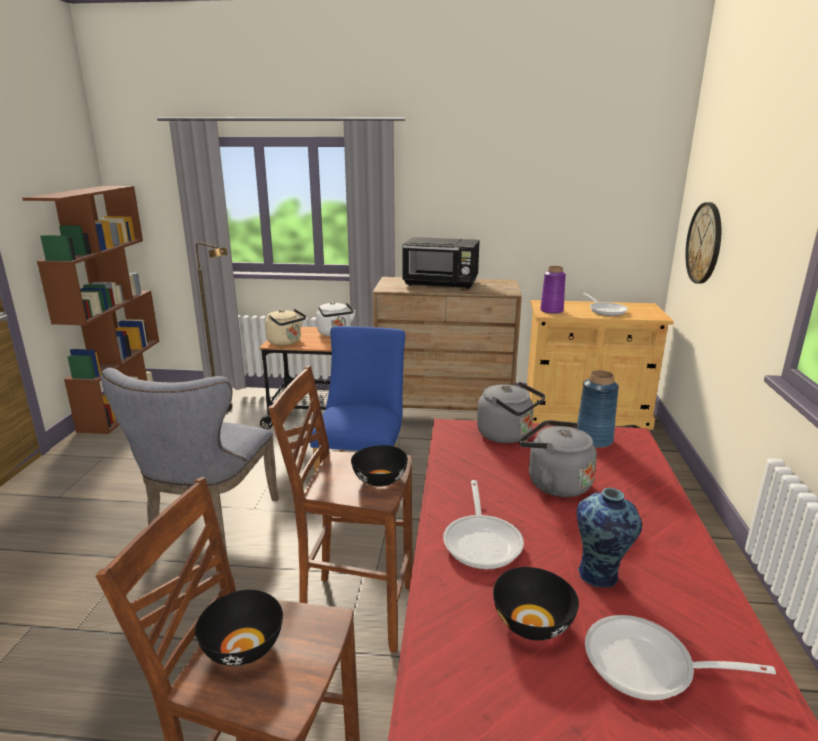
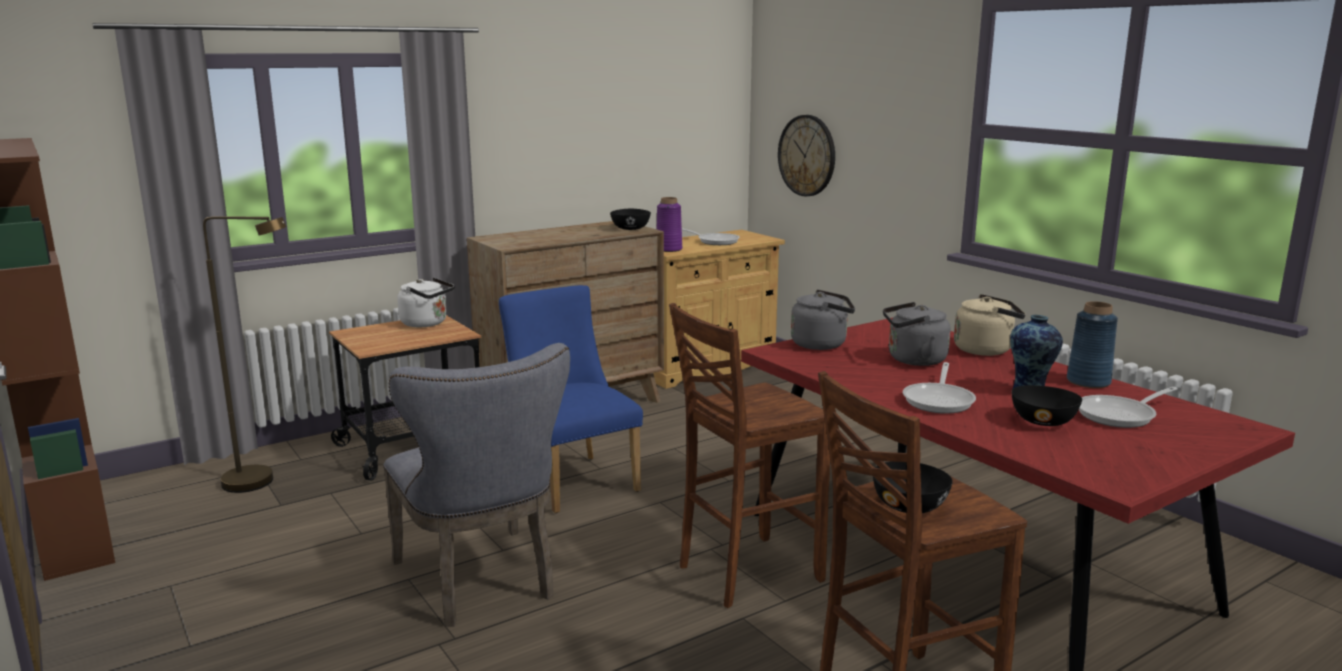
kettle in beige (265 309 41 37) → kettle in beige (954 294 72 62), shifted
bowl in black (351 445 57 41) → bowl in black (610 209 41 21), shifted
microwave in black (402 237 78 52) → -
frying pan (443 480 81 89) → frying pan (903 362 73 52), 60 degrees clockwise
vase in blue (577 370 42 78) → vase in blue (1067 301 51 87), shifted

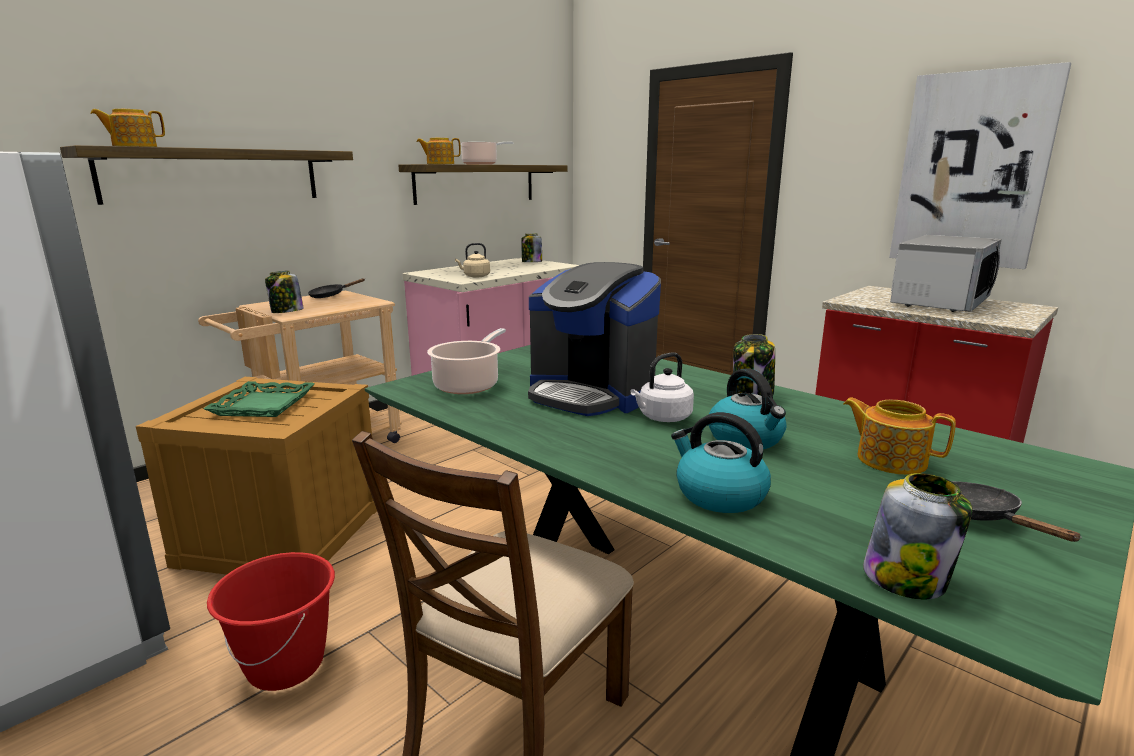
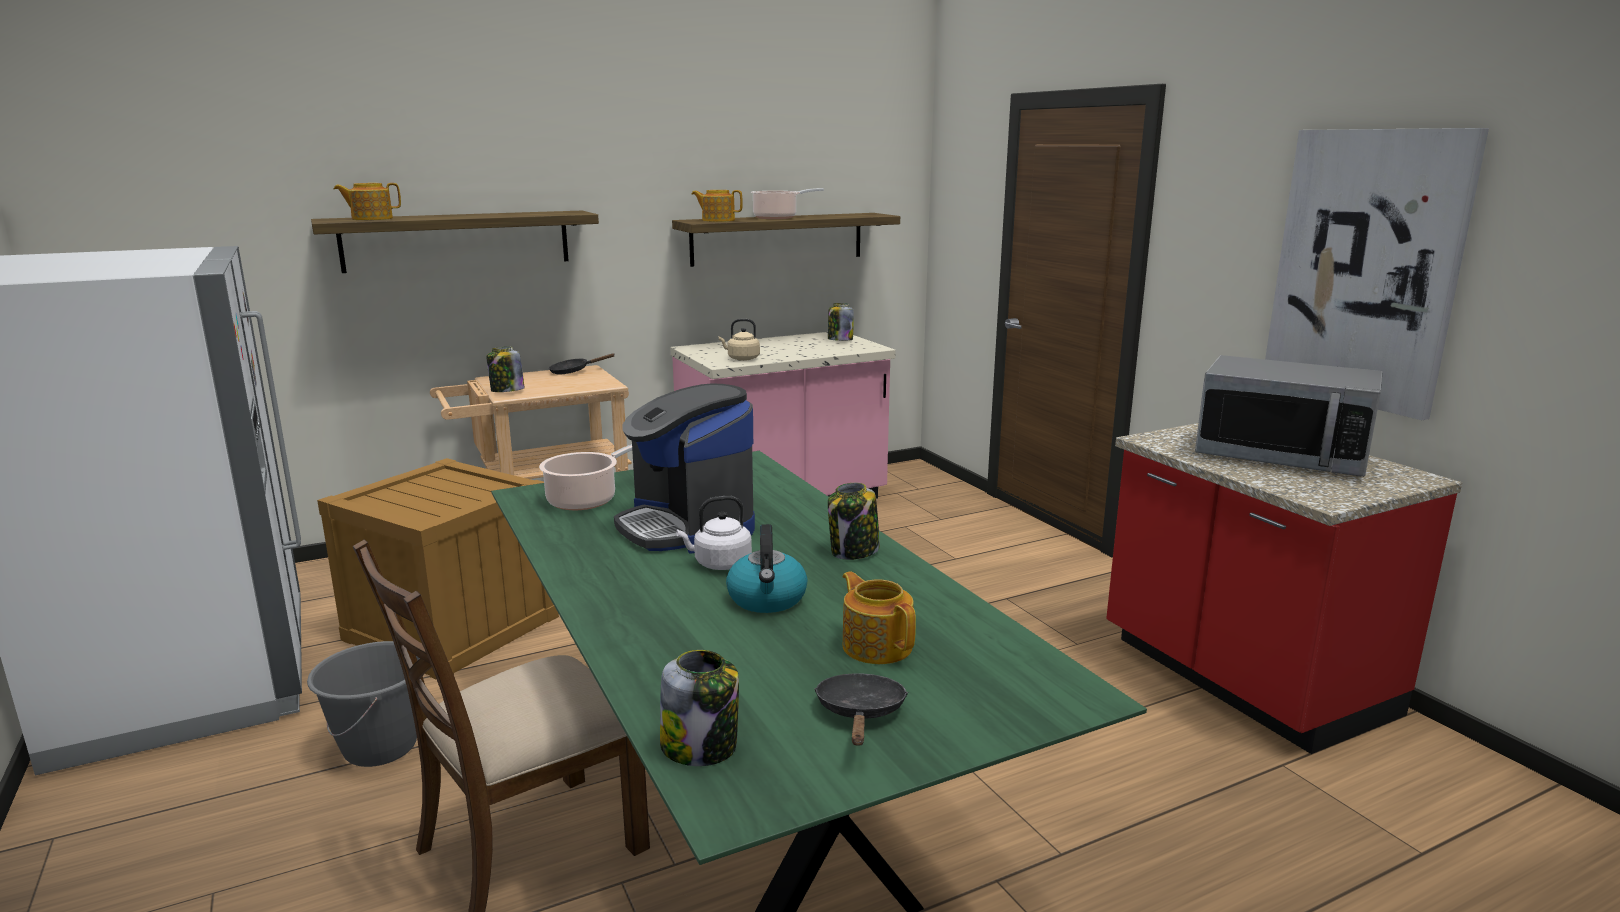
tray in green (204 381 111 36) → -
bucket in red (207 552 128 139) → bucket in grey (307 641 113 126)
kettle (671 412 100 101) → -
microwave (890 235 112 77) → microwave (1195 355 187 122), 60 degrees clockwise

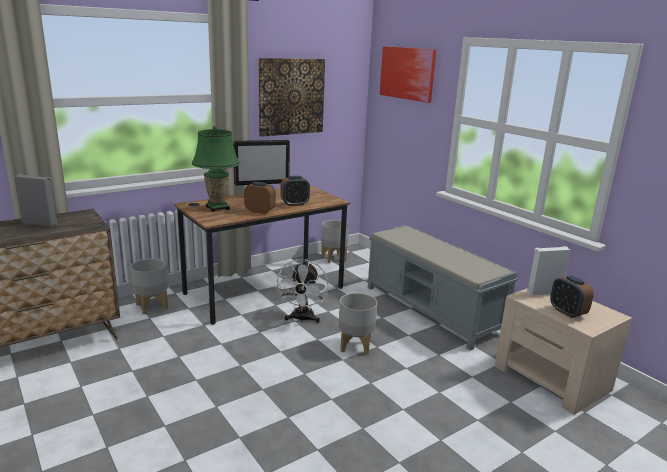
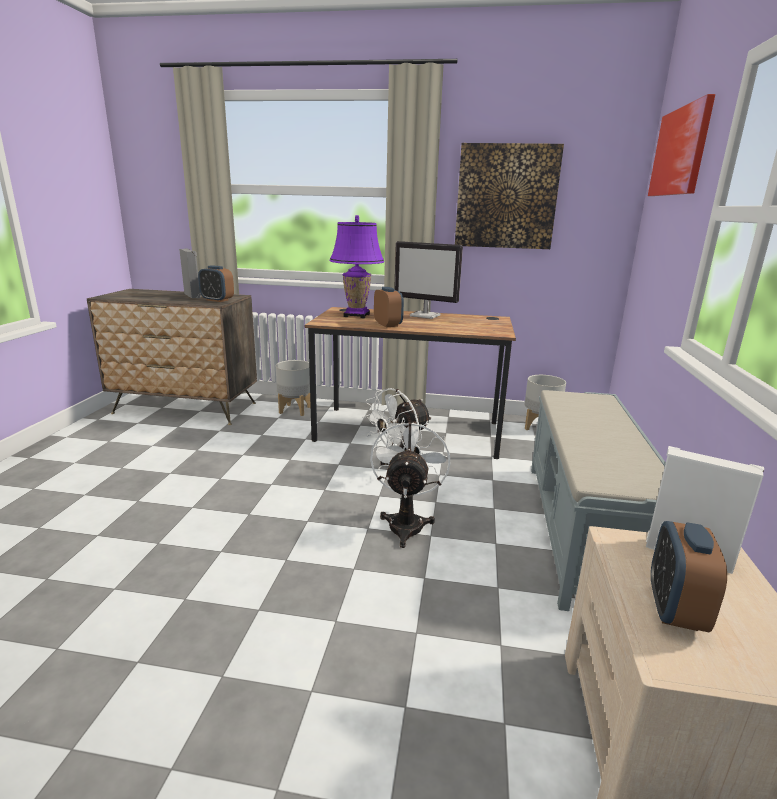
table lamp in green (192 126 48 86) → table lamp in purple (329 215 55 103)
alarm clock (281 176 29 30) → alarm clock (198 265 36 37), shifted
planter in grey (338 293 39 62) → fan in white (370 417 80 131)

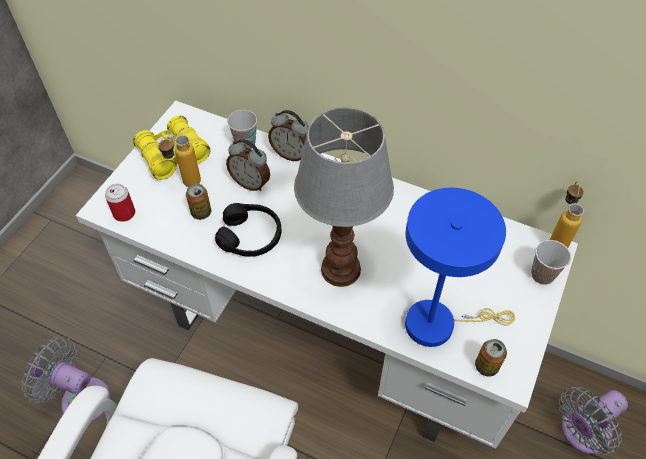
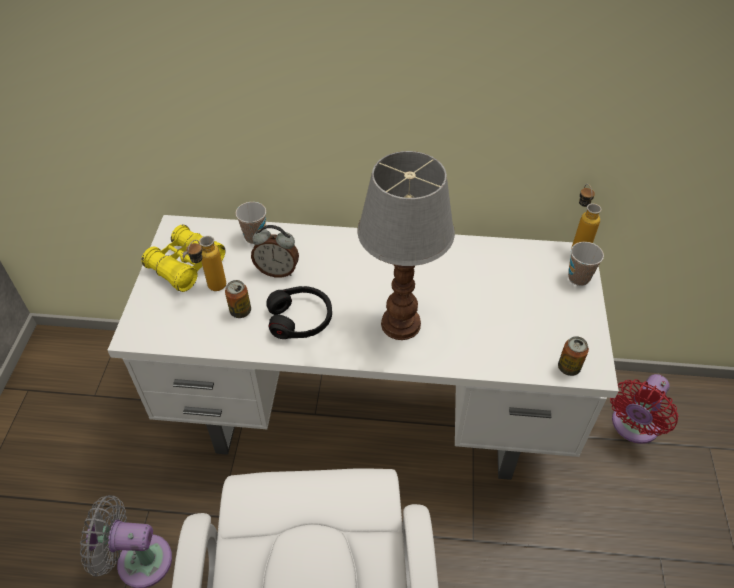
can (105 184 30 38) → -
alarm clock (268 110 41 51) → -
table lamp in blue (405 188 110 159) → -
fan in grey (559 387 69 68) → fan in red (610 374 68 70)

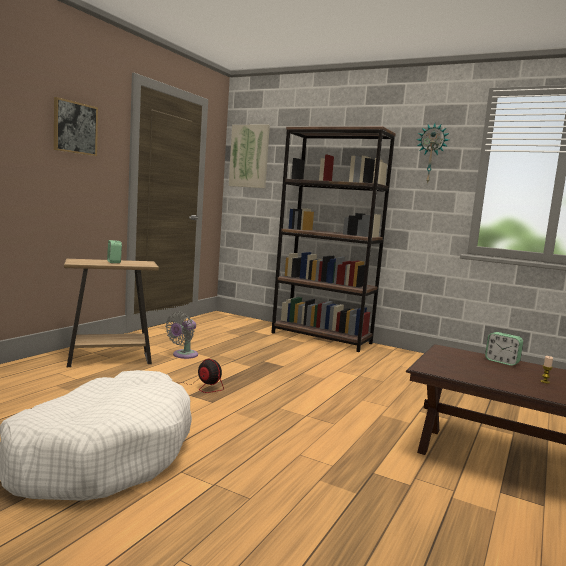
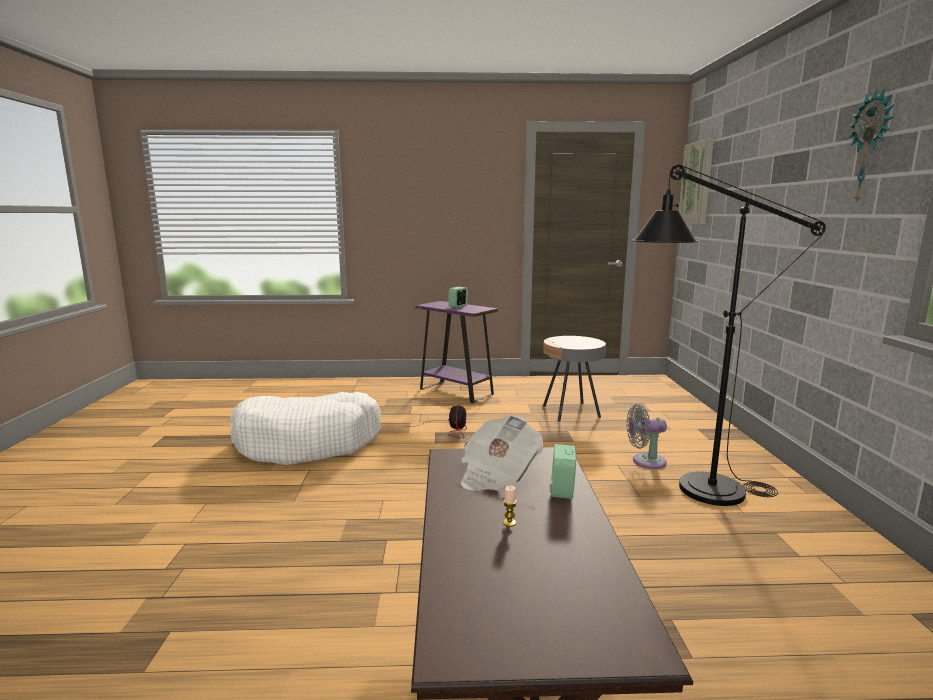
picture (54 97 44 59) → -
side table in brown (64 259 95 108) → side table in purple (415 301 83 102)
fan in grey (165 312 33 47) → fan in grey (626 404 41 65), shifted
bookcase in brown (271 126 125 226) → -
- → newspaper (461 415 83 76)
- → side table in grey (543 336 63 85)
- → floor lamp in black (632 164 194 342)

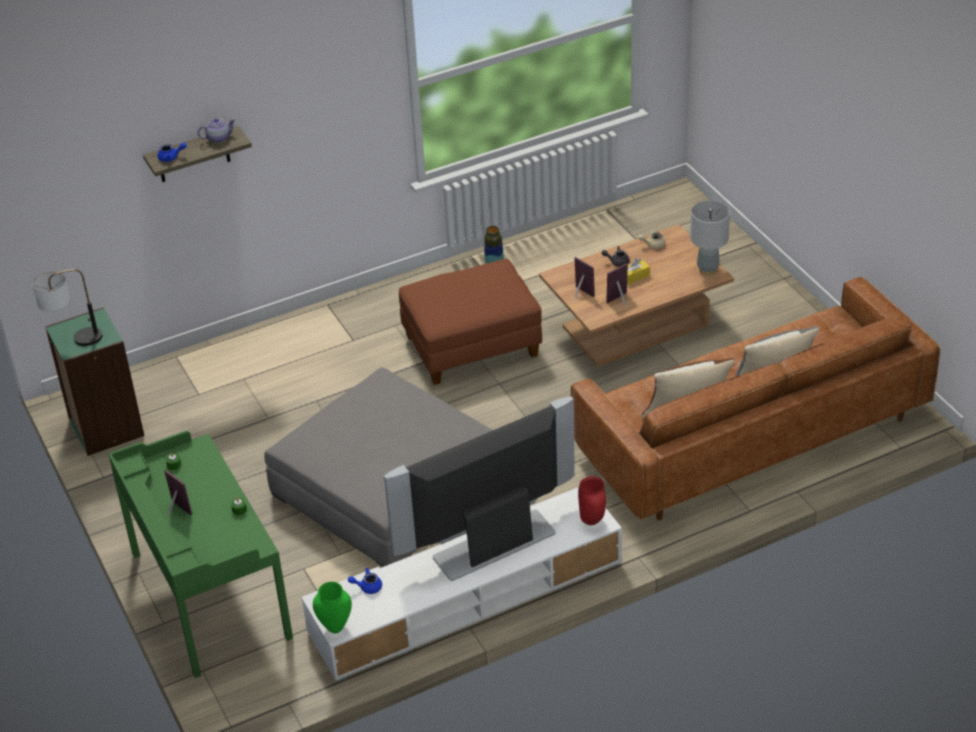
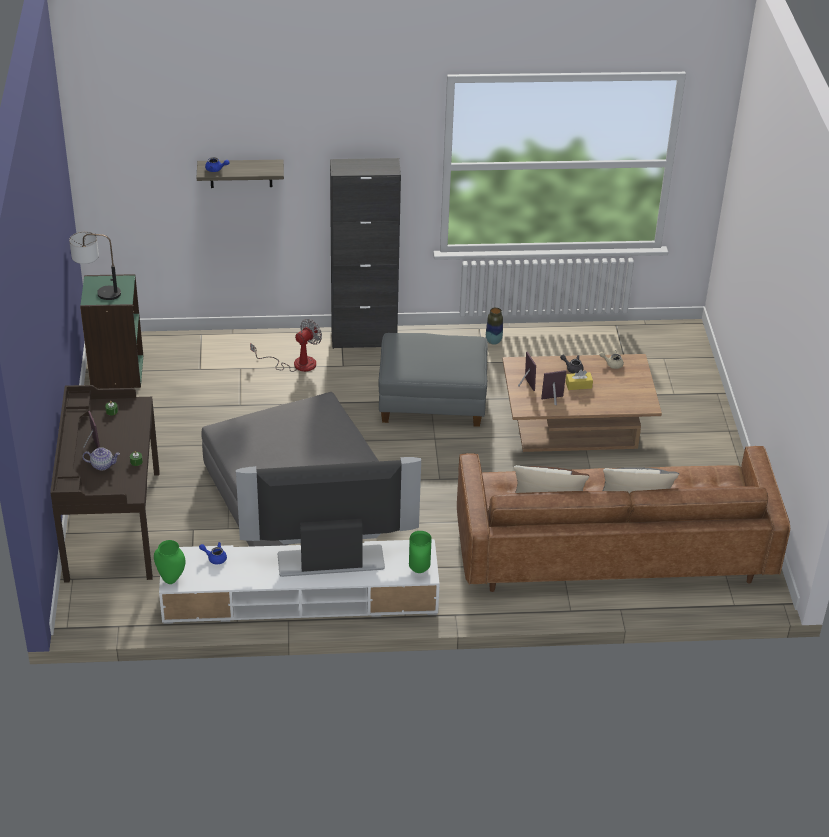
desk in green (108 431 185 247) → desk in brown (50 385 110 198)
teapot (198 118 38 25) → teapot (82 447 38 23), shifted
ottoman in brown (399 259 143 126) → ottoman in grey (379 333 109 94)
vase in red (578 476 28 49) → vase in green (409 531 23 42)
table lamp in grey (690 200 40 75) → -
- → fan (250 319 72 53)
- → cabinet in black (330 158 71 191)

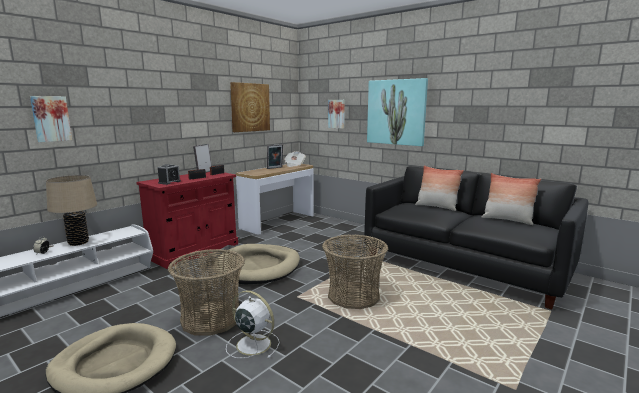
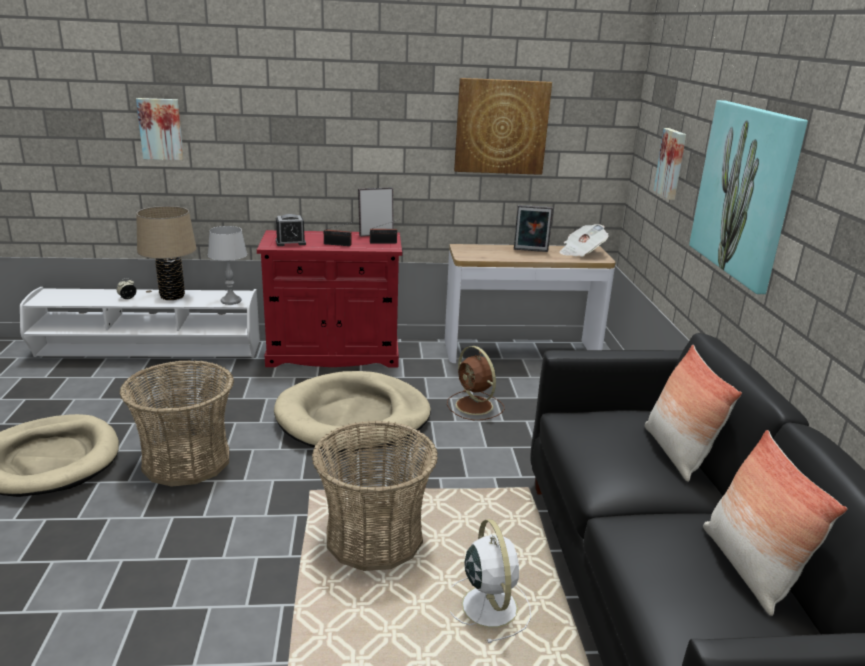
fan in white (226 290 54 68) → fan in white (450 519 81 124), shifted
- → table lamp in grey (208 226 39 79)
- → fan in brown (447 346 57 74)

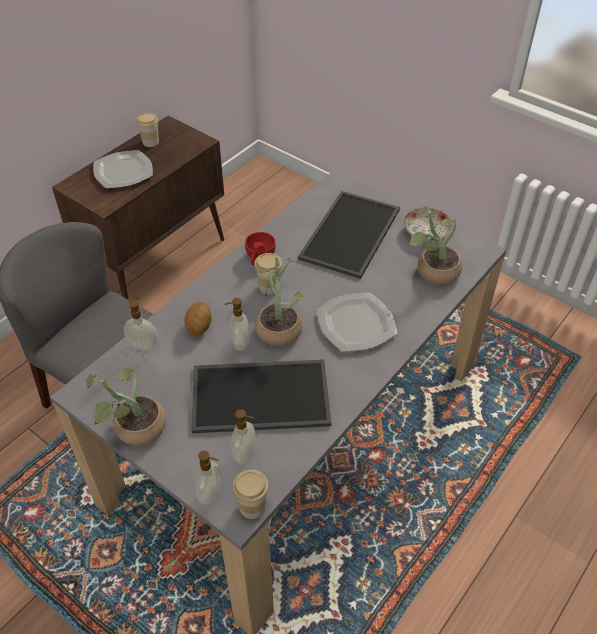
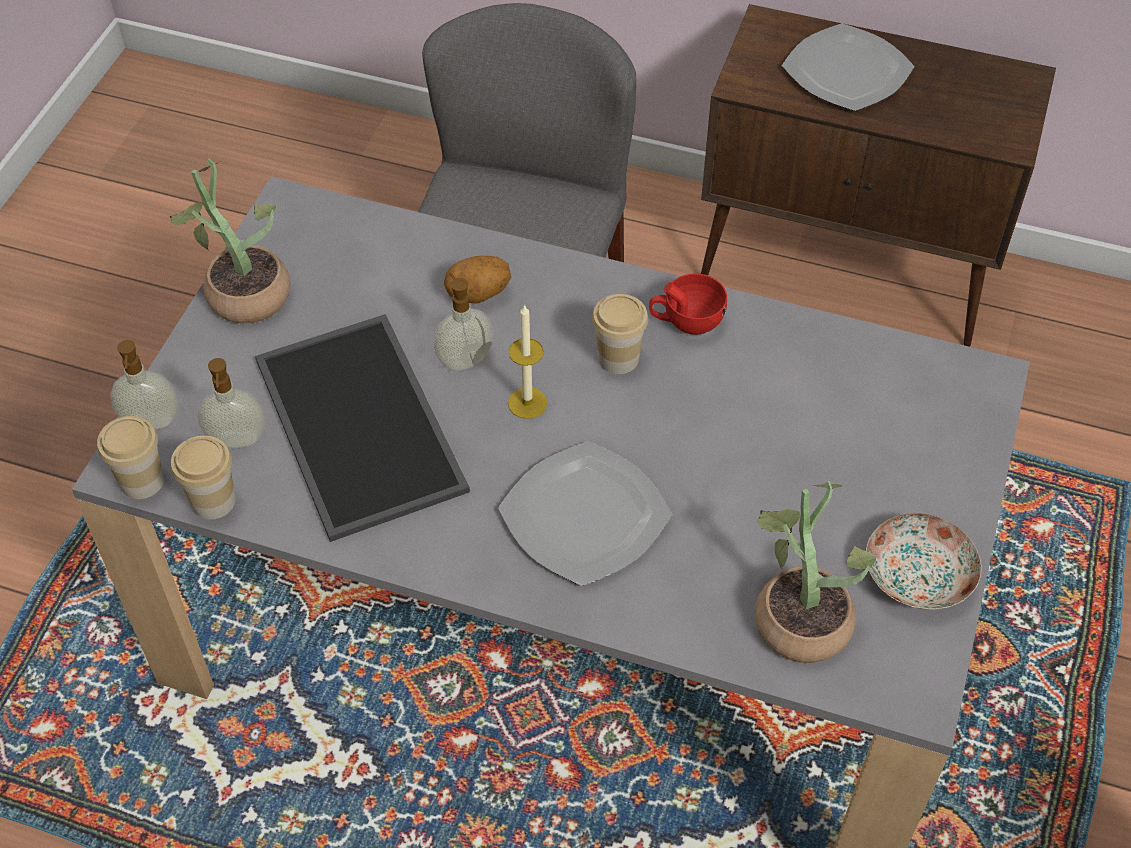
soap dispenser (124 297 34 54) → -
cup (136 113 23 34) → cup (171 436 64 83), shifted
potted plant (255 256 51 91) → candle (508 304 39 115)
tray (298 191 102 88) → -

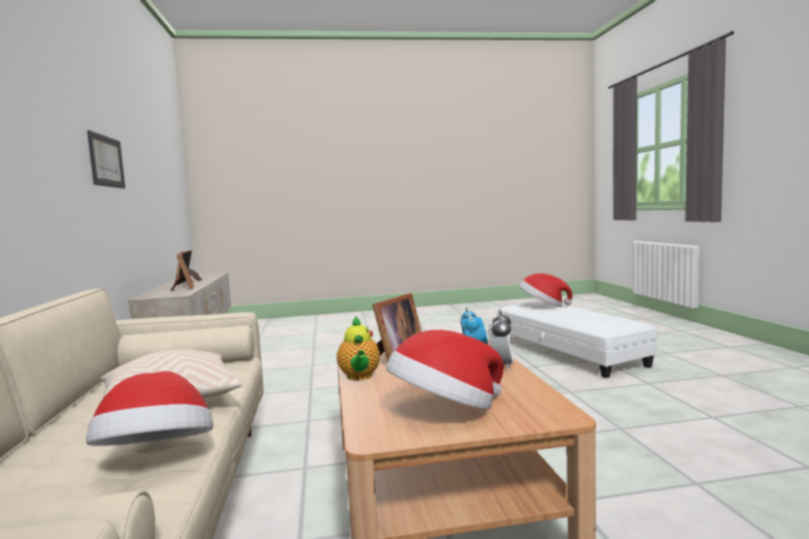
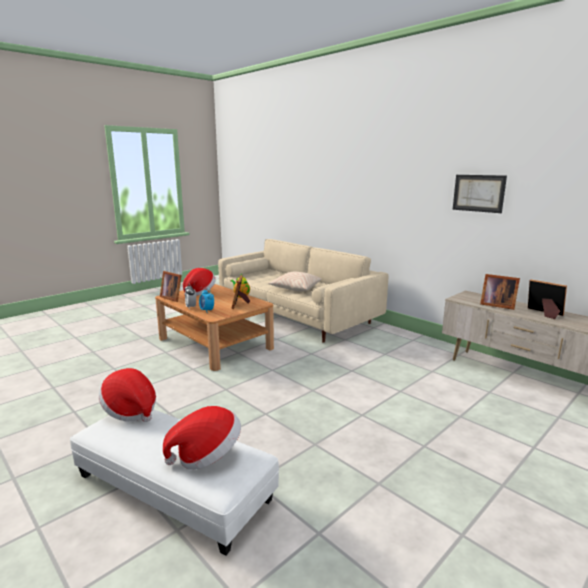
hat (86 371 127 75) → hat (99 368 57 54), shifted
- → picture frame (160 271 22 31)

